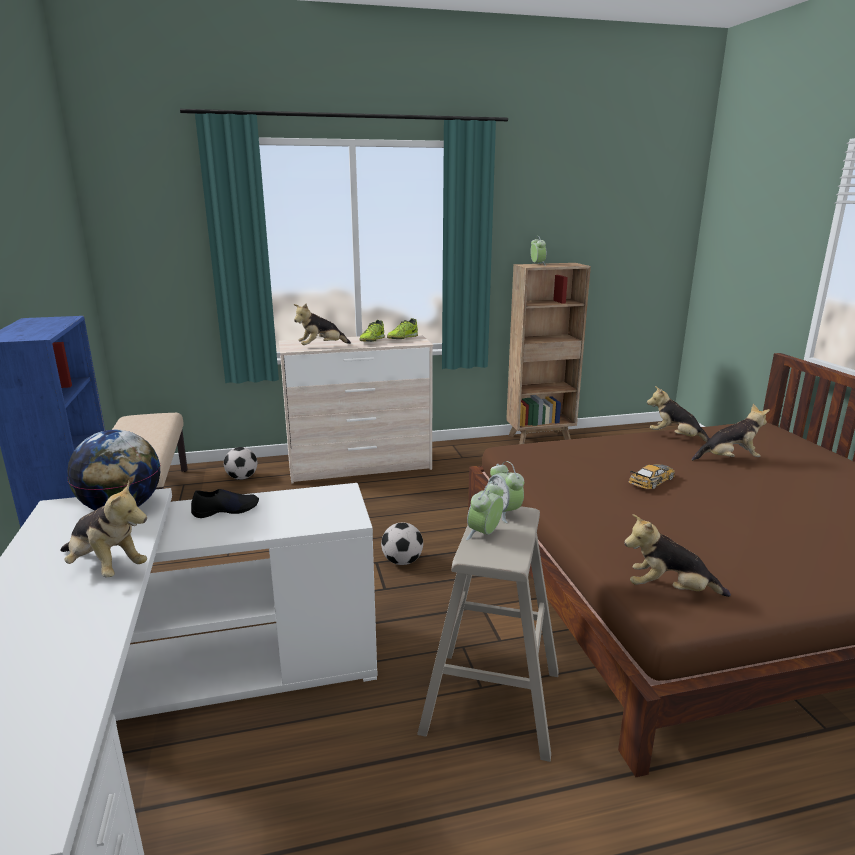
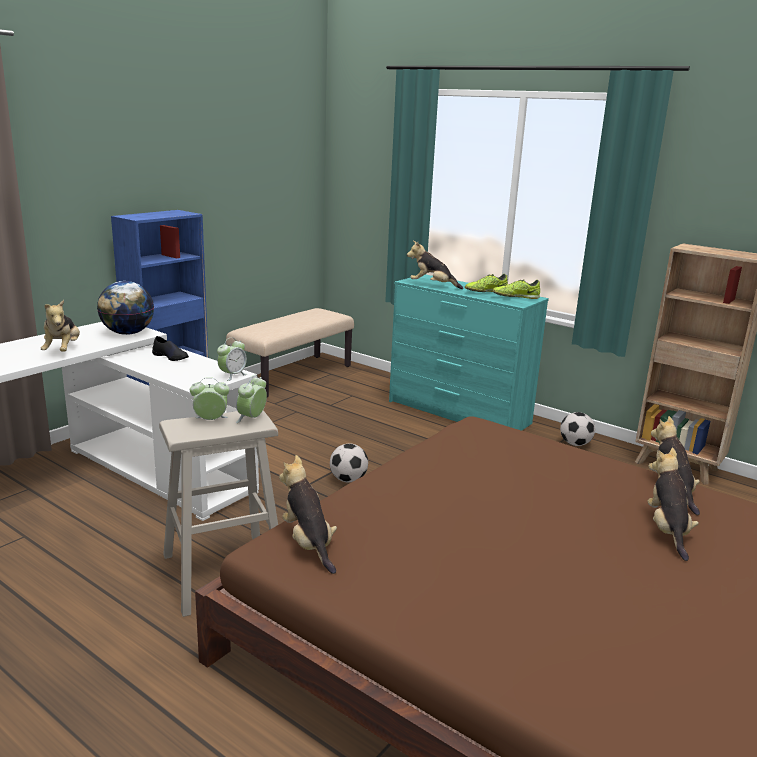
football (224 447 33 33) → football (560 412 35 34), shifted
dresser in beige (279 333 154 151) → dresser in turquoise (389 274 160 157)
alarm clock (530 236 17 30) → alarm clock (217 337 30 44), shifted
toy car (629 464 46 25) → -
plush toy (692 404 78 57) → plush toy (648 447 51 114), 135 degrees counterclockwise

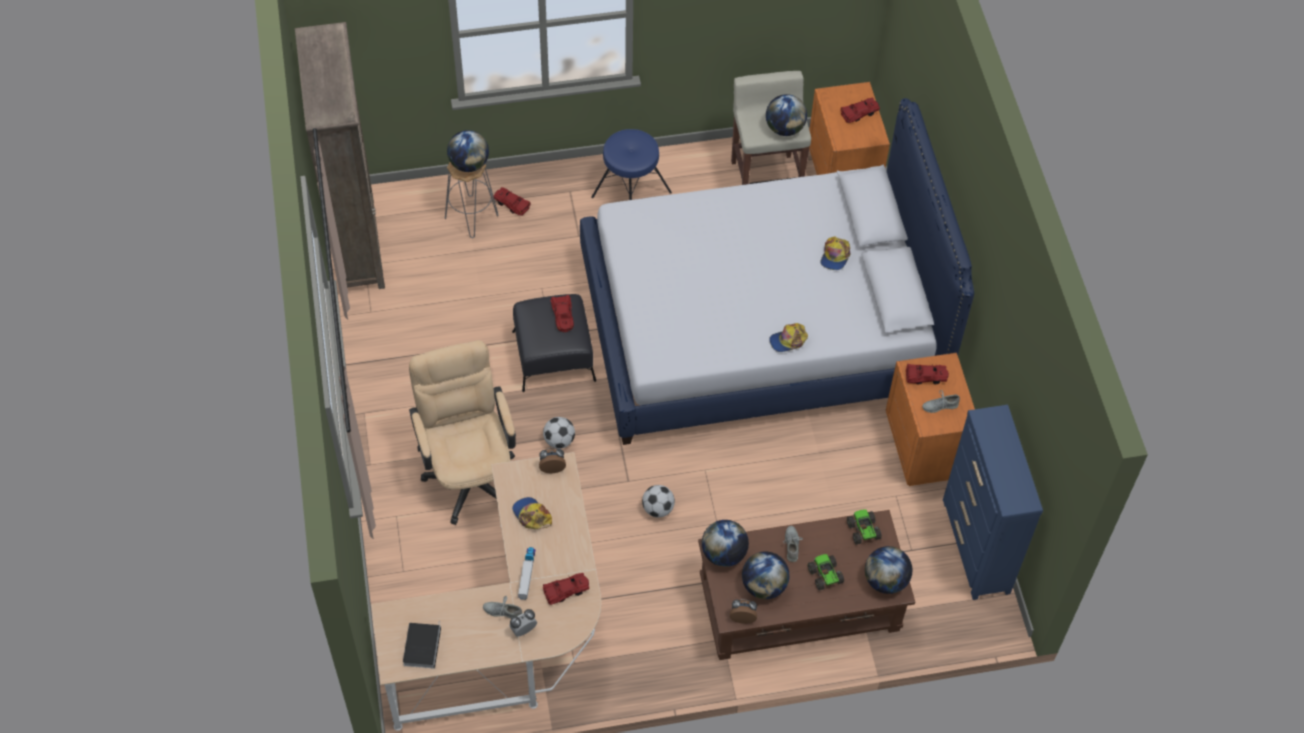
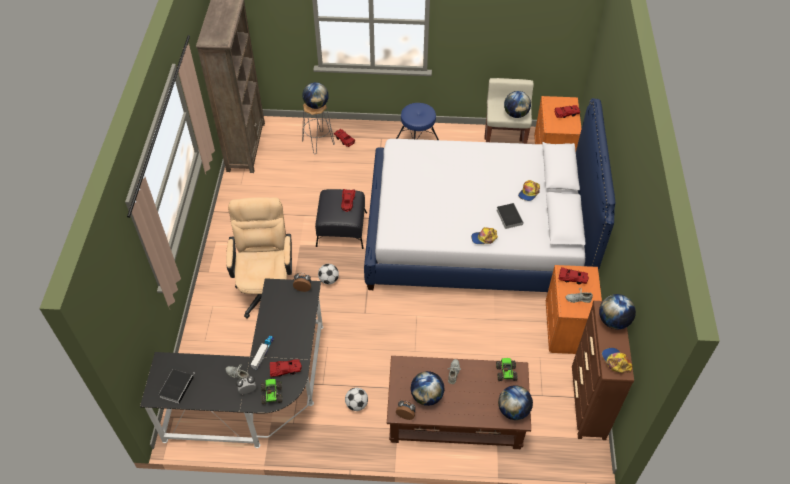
desk in beige (371 452 230 279) → desk in black (140 278 183 170)
cap (512 497 40 32) → cap (602 348 30 25), shifted
football (642 485 33 32) → football (345 388 23 23), shifted
globe (702 520 47 47) → globe (599 294 37 35), shifted
toy truck (808 554 36 37) → toy truck (261 379 21 26), shifted
dresser in blue (943 405 100 195) → dresser in brown (572 301 62 139)
- → book (496 203 27 26)

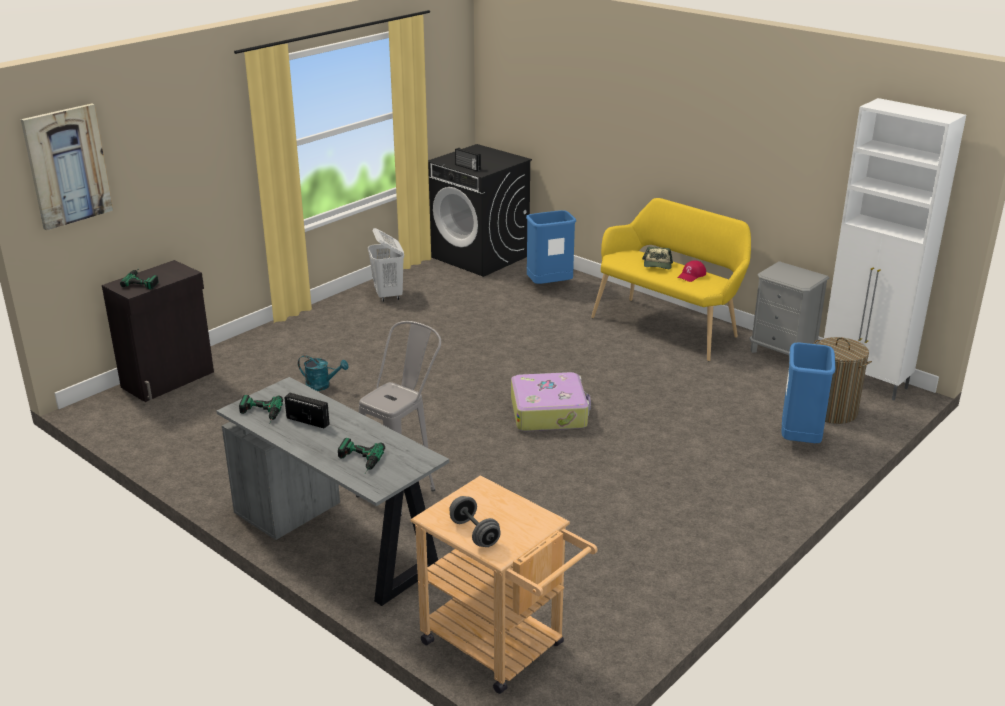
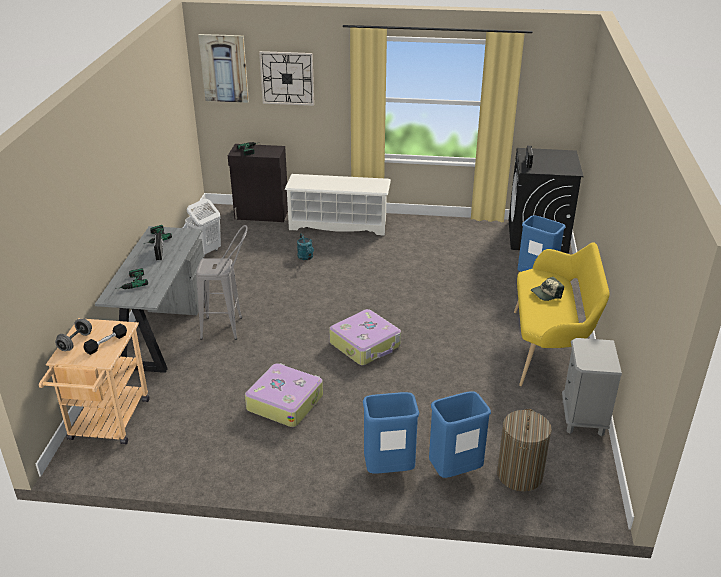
laundry basket in white (368 228 36 74) → laundry basket in white (185 199 36 58), shifted
cap in red (677 261 29 21) → -
cabinet in white (824 98 142 303) → -
- → dumbbell in black (84 324 43 31)
- → suitcase (245 363 78 64)
- → wall clock (259 51 55 55)
- → shoe rack in white (284 174 107 62)
- → trash can in blue (363 392 56 82)

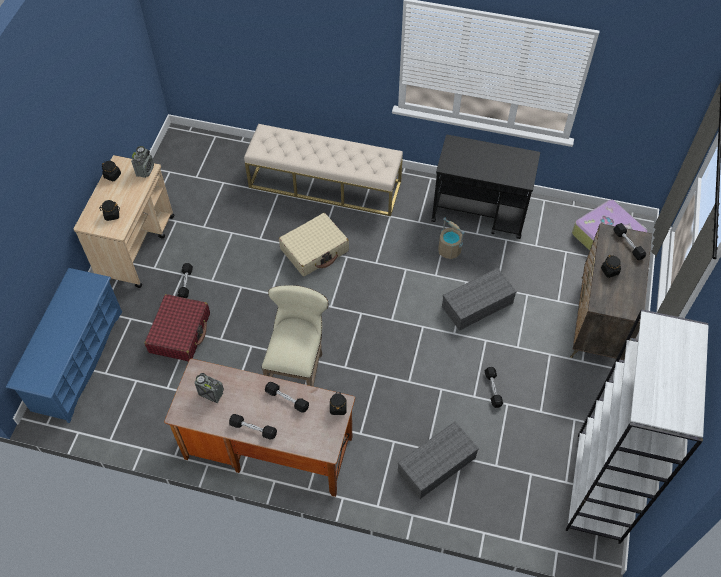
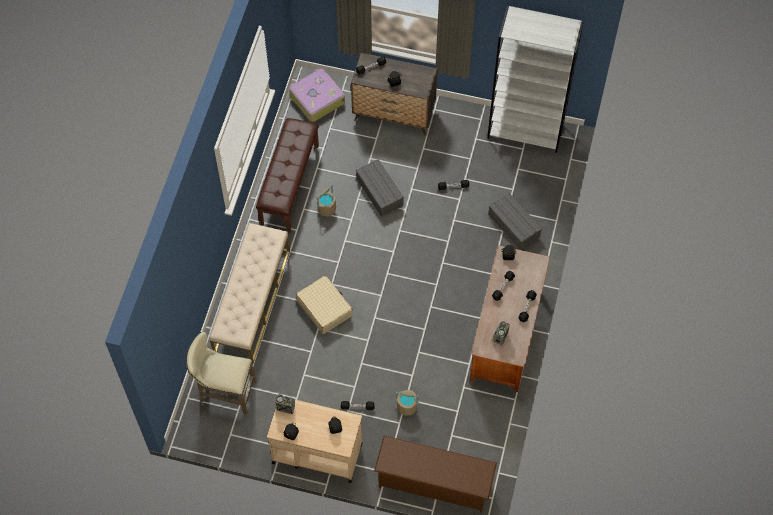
shoe rack in blue (6 268 116 155) → shoe rack in brown (374 436 123 77)
suitcase in red (144 294 66 68) → bucket in beige (395 390 24 26)
stool in beige (262 285 67 102) → stool in beige (186 332 71 82), shifted
cart in black (431 135 109 104) → bench in brown (256 118 63 115)

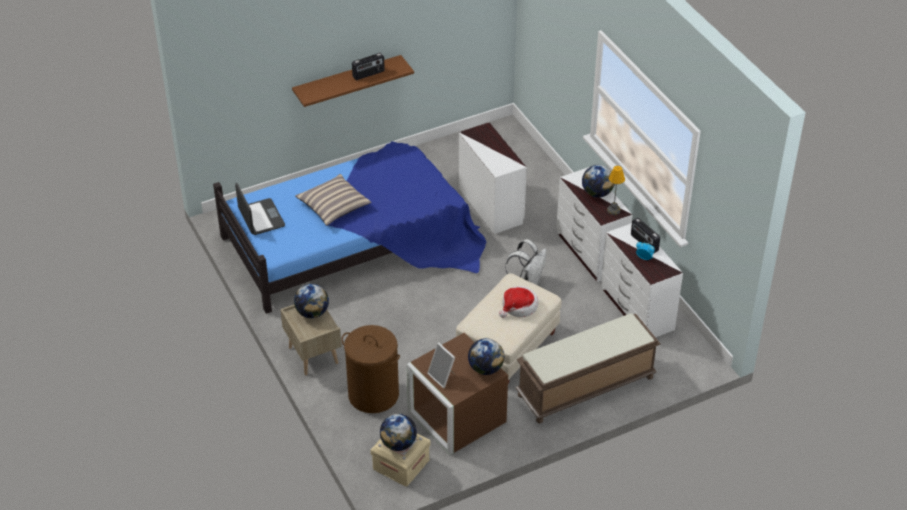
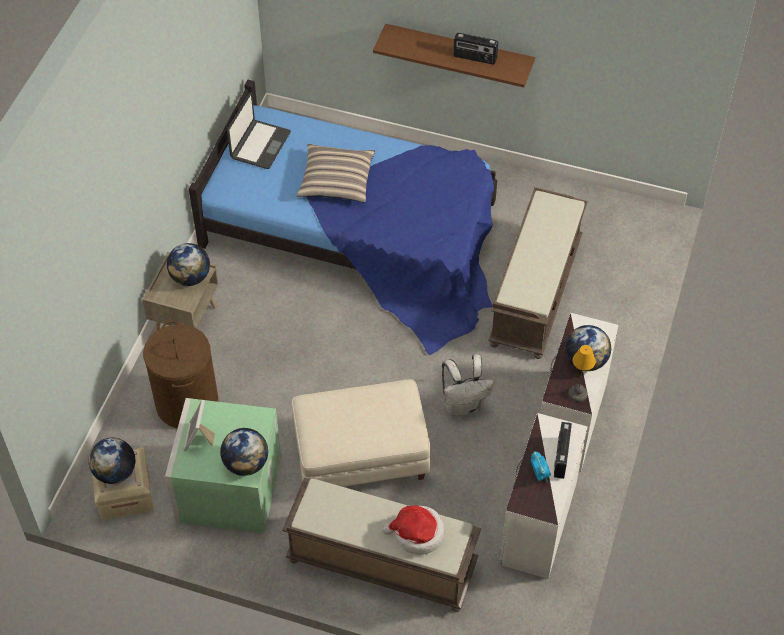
storage box in brown (407 333 101 122) → storage box in green (165 398 116 136)
dresser in white (459 122 68 112) → bench in brown (488 187 100 172)
hat (499 286 39 32) → hat (382 506 62 49), shifted

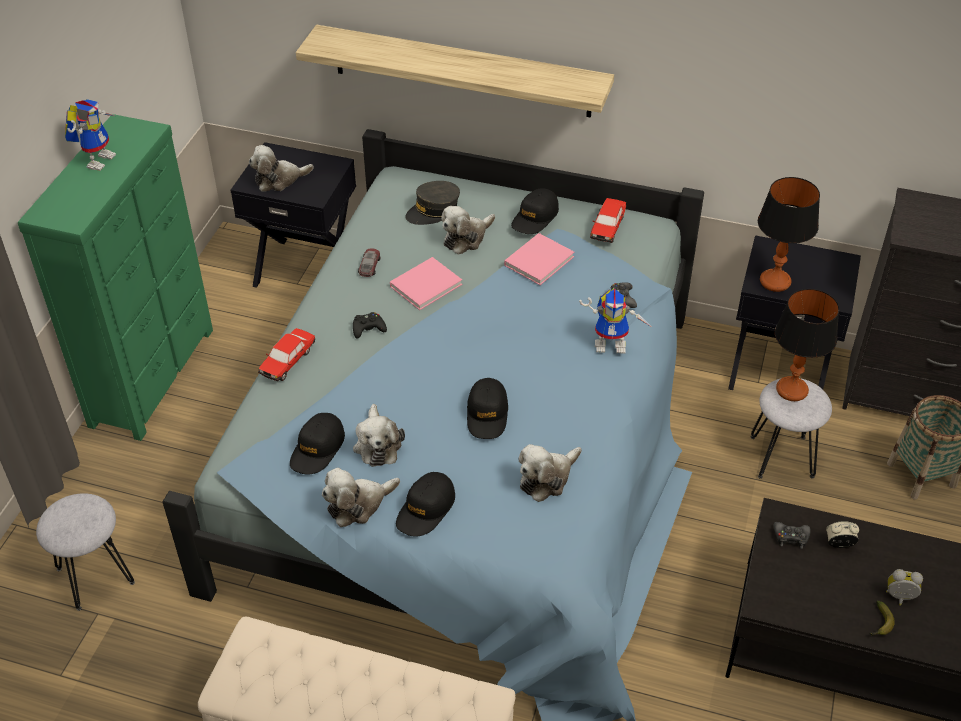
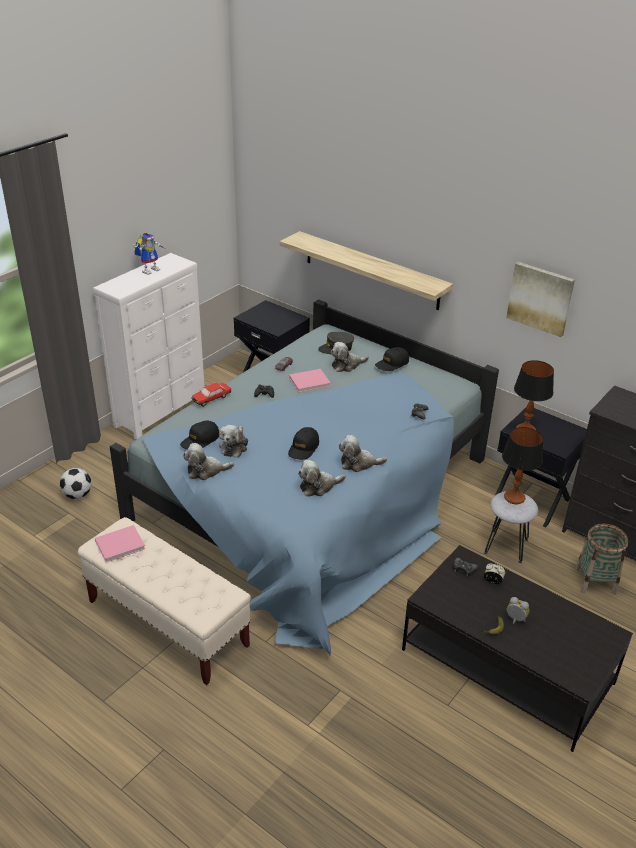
dresser in green (18 114 195 327) → dresser in white (93 253 112 186)
stool in grey (36 493 99 118) → football (60 468 32 31)
plush toy (249 145 65 47) → plush toy (339 435 48 37), shifted
cap in black (396 472 59 65) → -
book in pink (504 233 70 52) → book in pink (95 525 50 37), shifted
toy robot (579 288 74 66) → -
toy car (590 198 36 45) → -
- → picture (506 262 69 75)

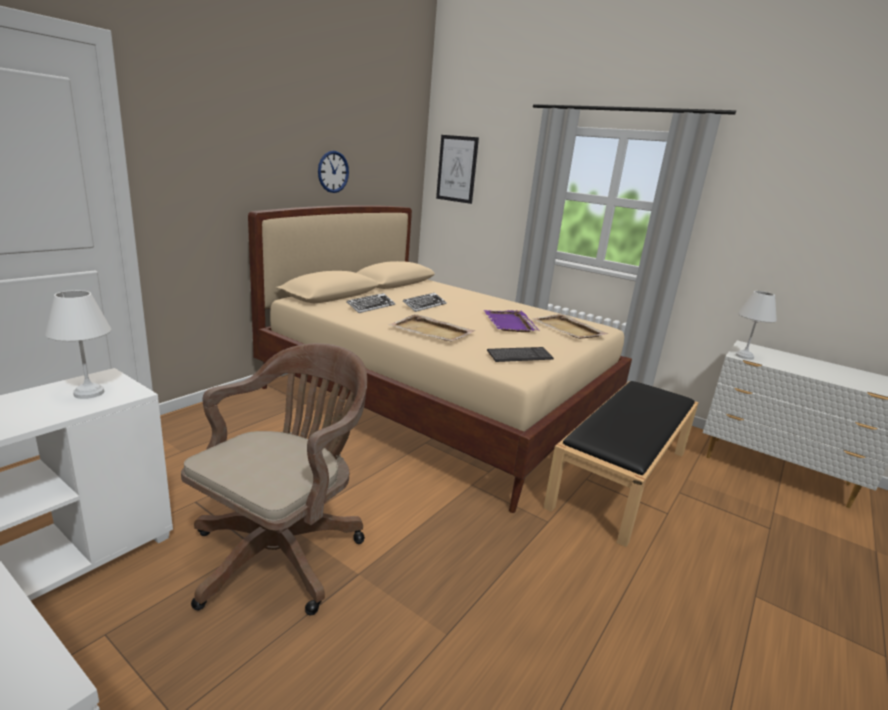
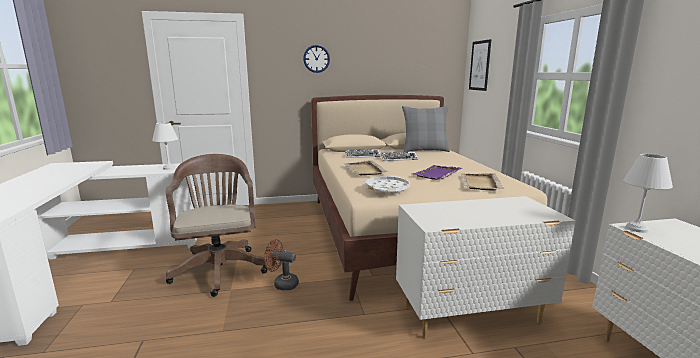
office chair in brown (181 343 186 273) → office chair in brown (166 154 101 143), 90 degrees counterclockwise
wall clock (318 151 31 42) → wall clock (303 45 27 28), shifted
keyboard (487 347 67 15) → tray in white (365 176 45 18)
bench in black (543 381 156 166) → dresser in white (396 196 180 143)
- → fan in brown (264 239 35 51)
- → pillow in grey (402 106 48 46)

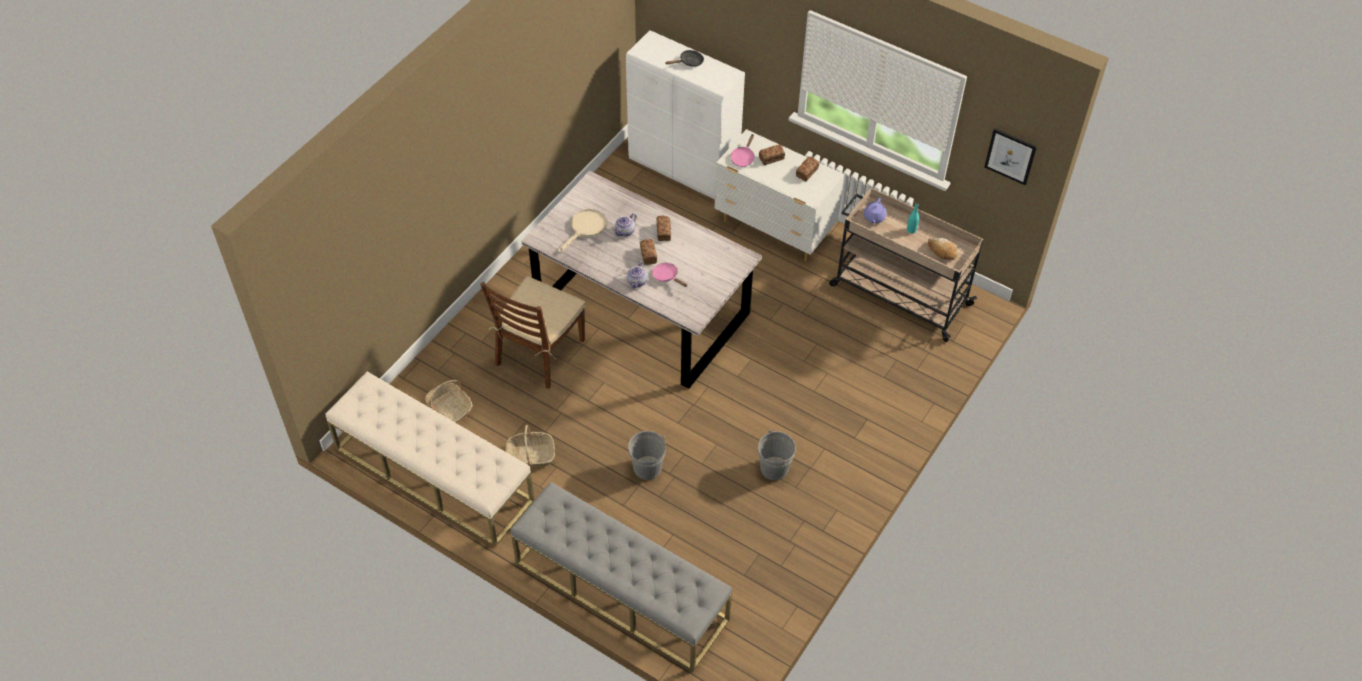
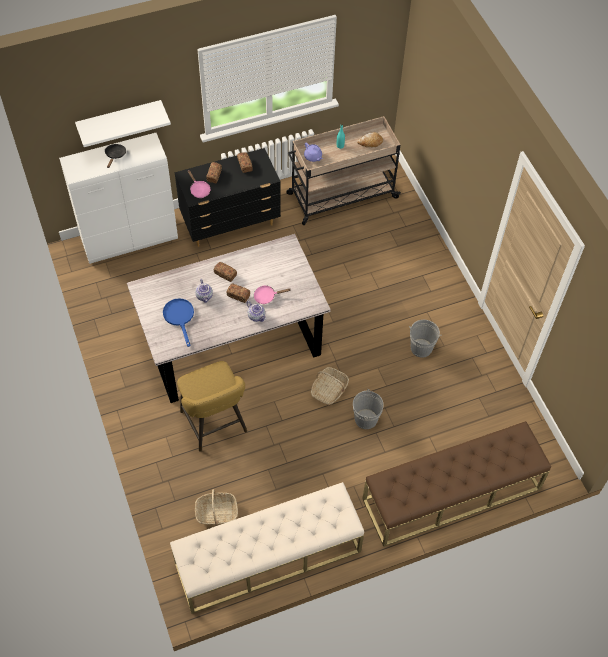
chair in brown (480 276 105 113) → stool in yellow (177 361 70 91)
basket (505 425 50 42) → basket (311 367 38 38), shifted
bench in grey (511 482 221 190) → bench in brown (362 421 189 126)
frying pan in beige (558 209 49 44) → frying pan in blue (163 298 31 49)
dresser in white (715 129 129 132) → dresser in black (175 148 106 99)
picture (985 129 52 56) → -
- → shelf in white (75 100 96 47)

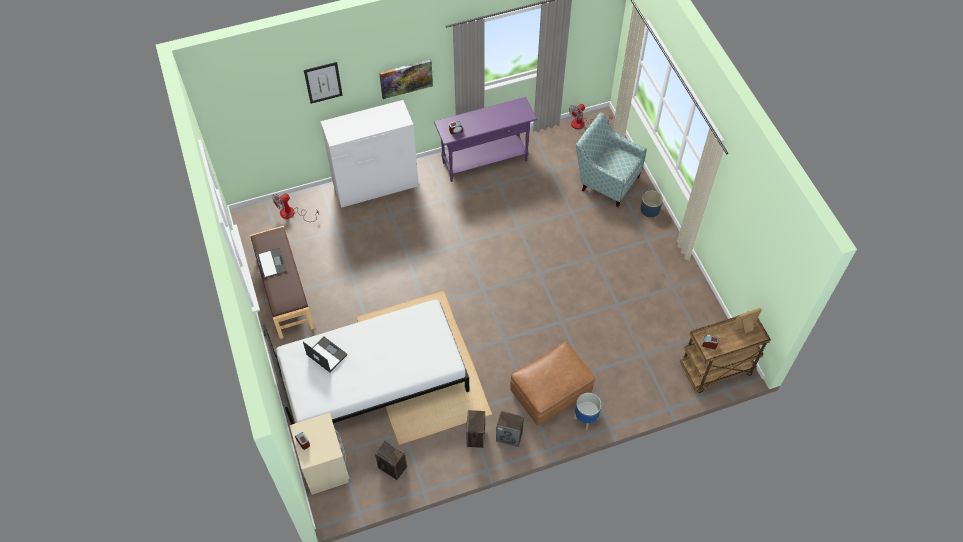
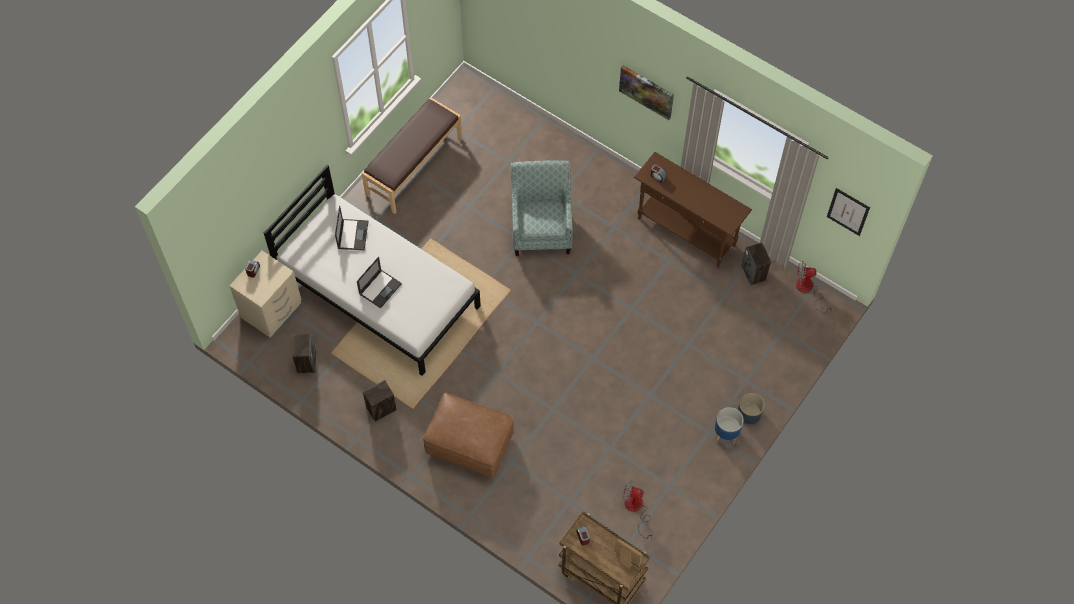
laptop (252 241 35 38) → laptop (357 257 45 51), shifted
fan (272 193 47 29) → fan (623 479 30 60), shifted
picture (304 62 39 42) → picture (827 188 43 48), shifted
dresser in white (320 100 99 108) → -
console table in purple (434 97 103 85) → console table in brown (634 152 118 116)
speaker (496 411 28 36) → speaker (742 243 29 42), shifted
planter (574 393 27 37) → planter (715 407 29 38), shifted
armchair (576 112 71 95) → armchair (511 160 62 96), shifted

